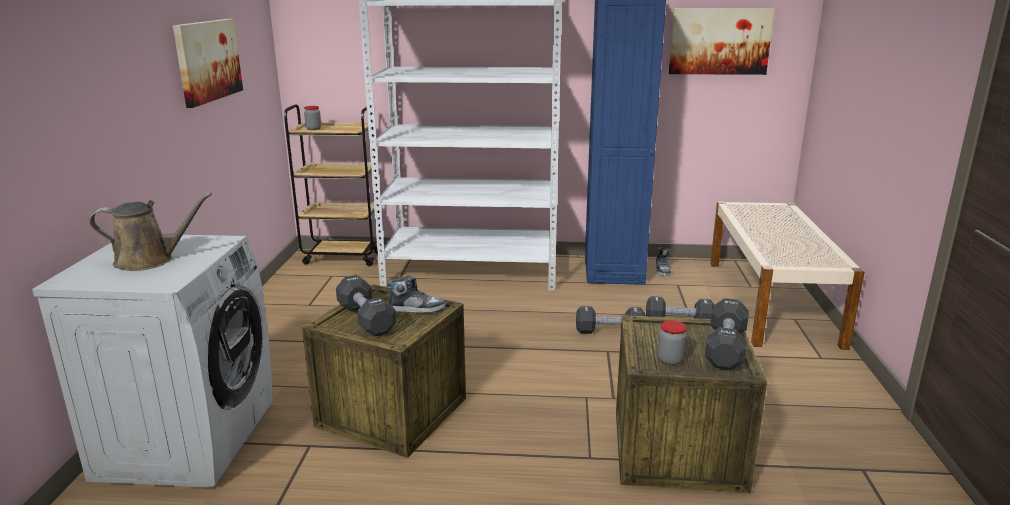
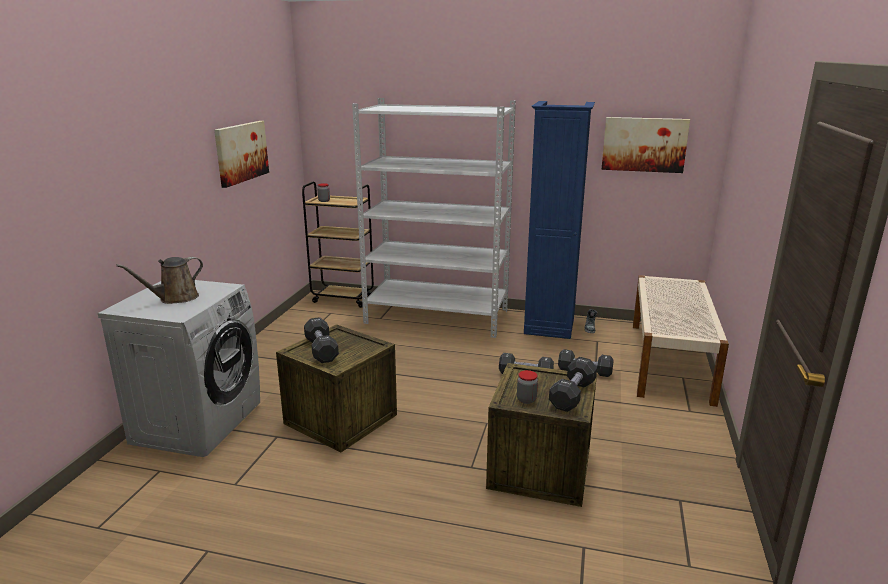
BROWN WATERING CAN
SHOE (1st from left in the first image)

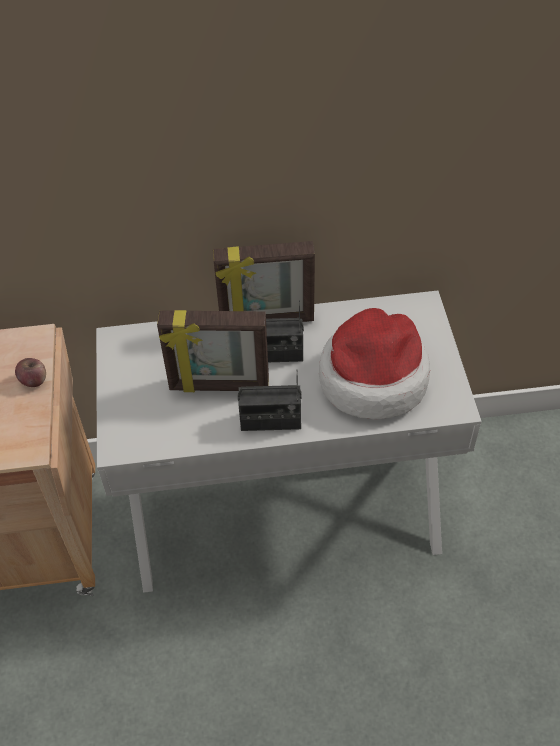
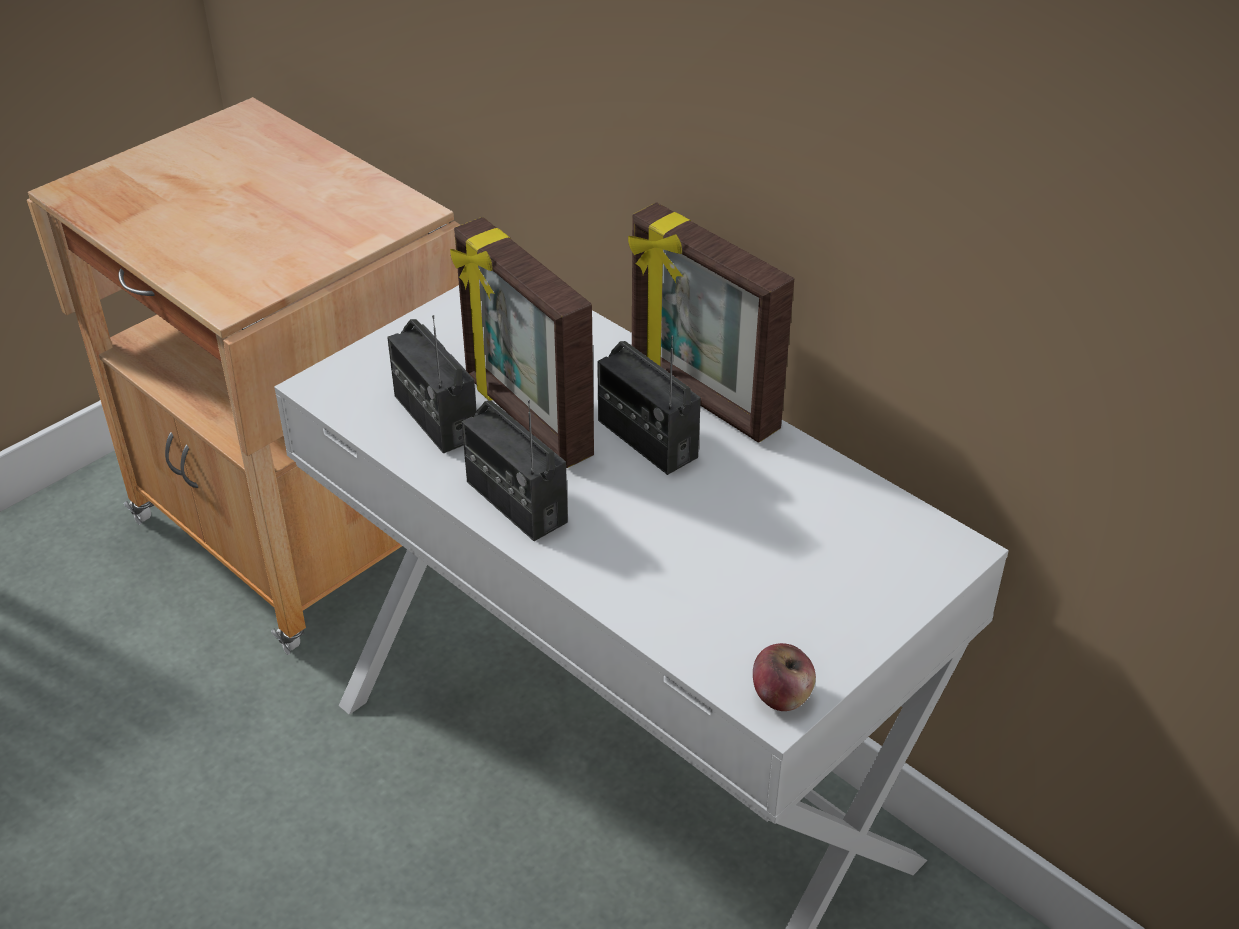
HAT
APPLE
RADIO (1st from left)

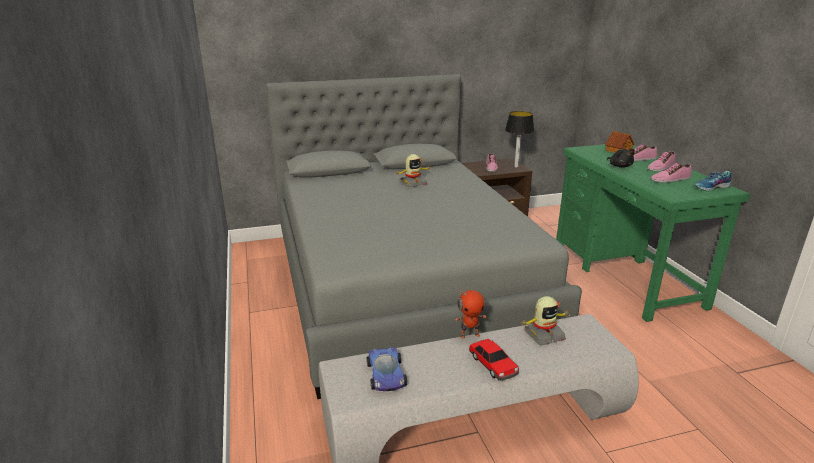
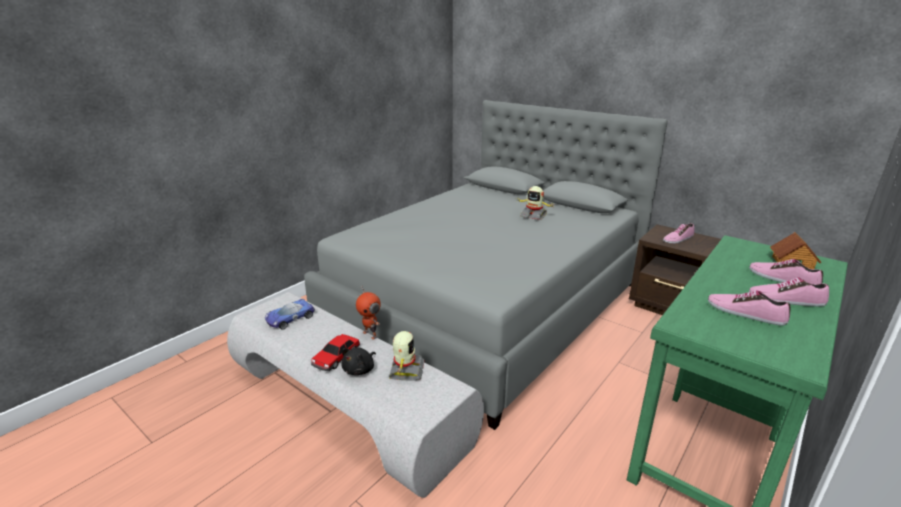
TABLE LAMP
BLACK PLUSH TOY
SHOE (5th from left in the first image)
TOY ROBOT (2nd from left)

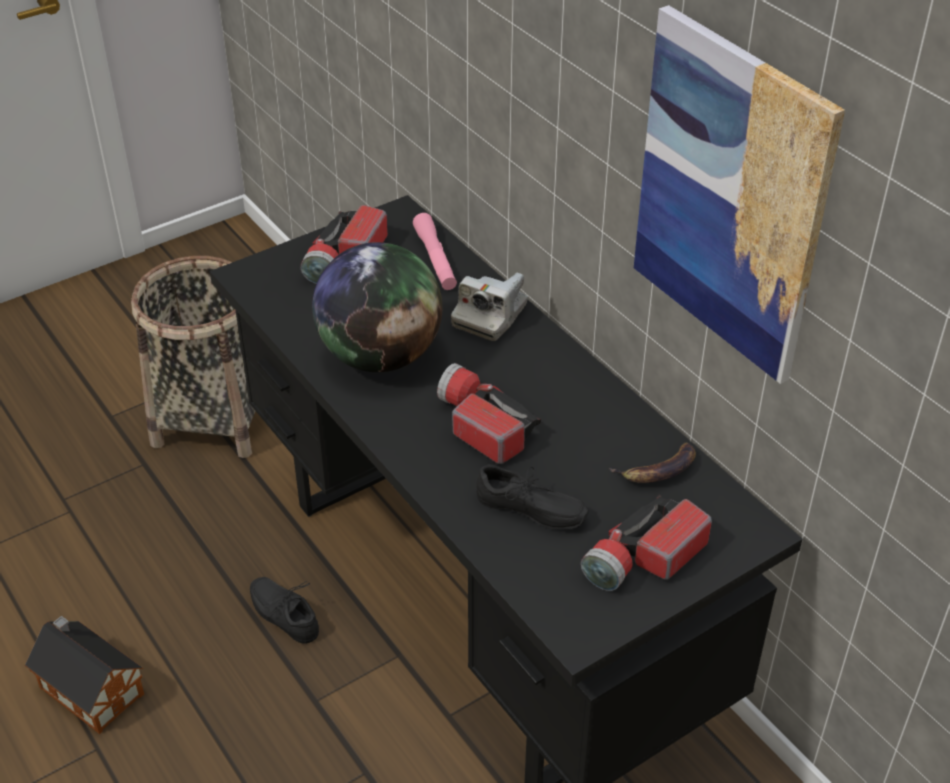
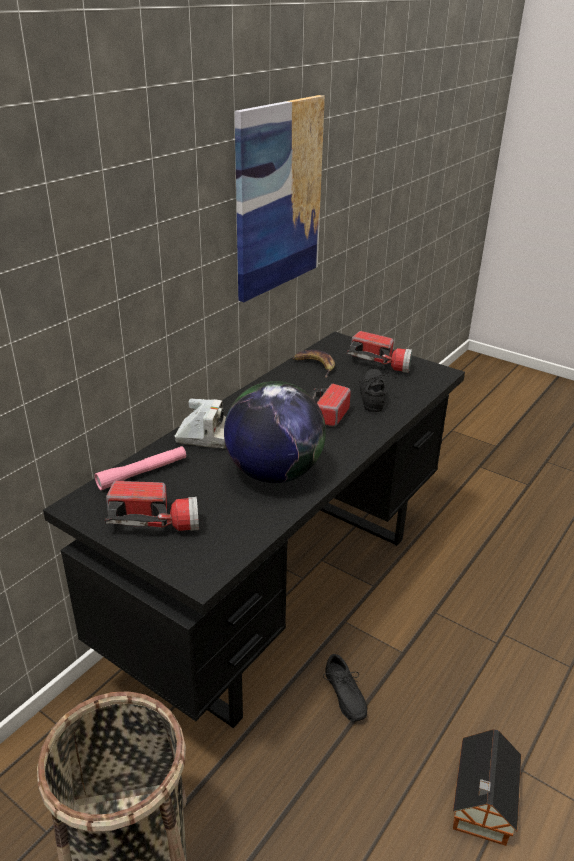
BLACK SHOE (1st from left)

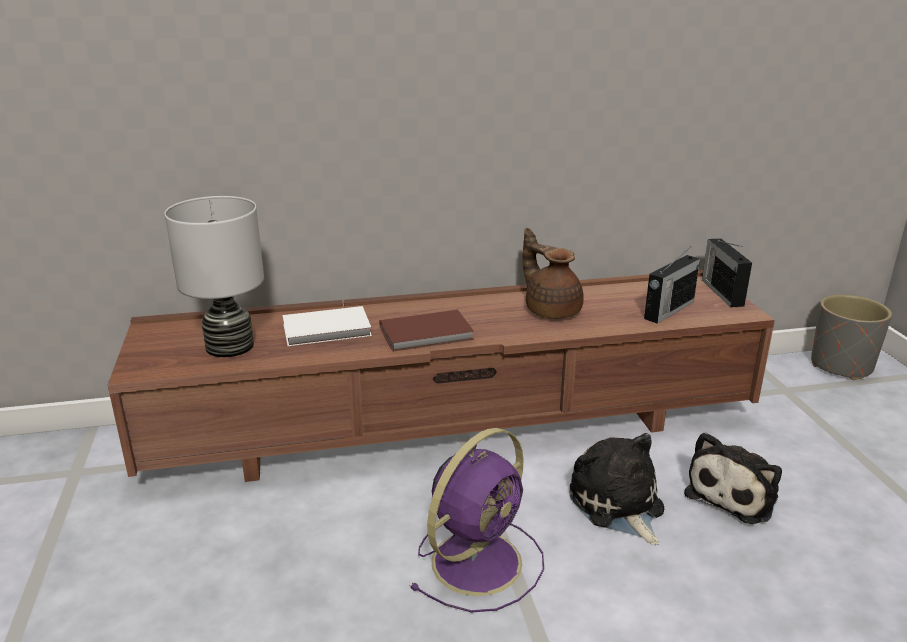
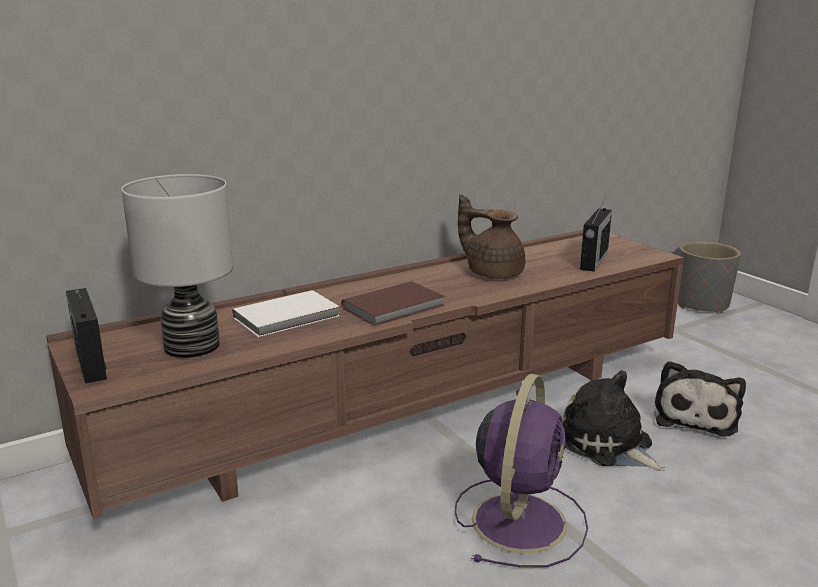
RADIO (1st from left)

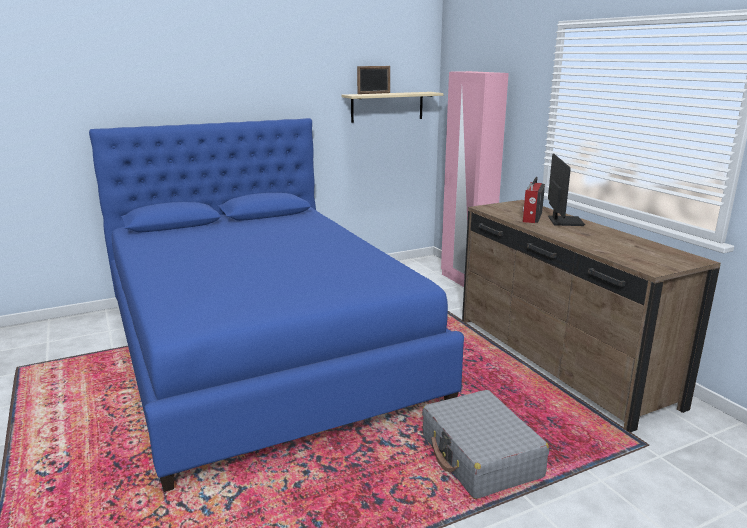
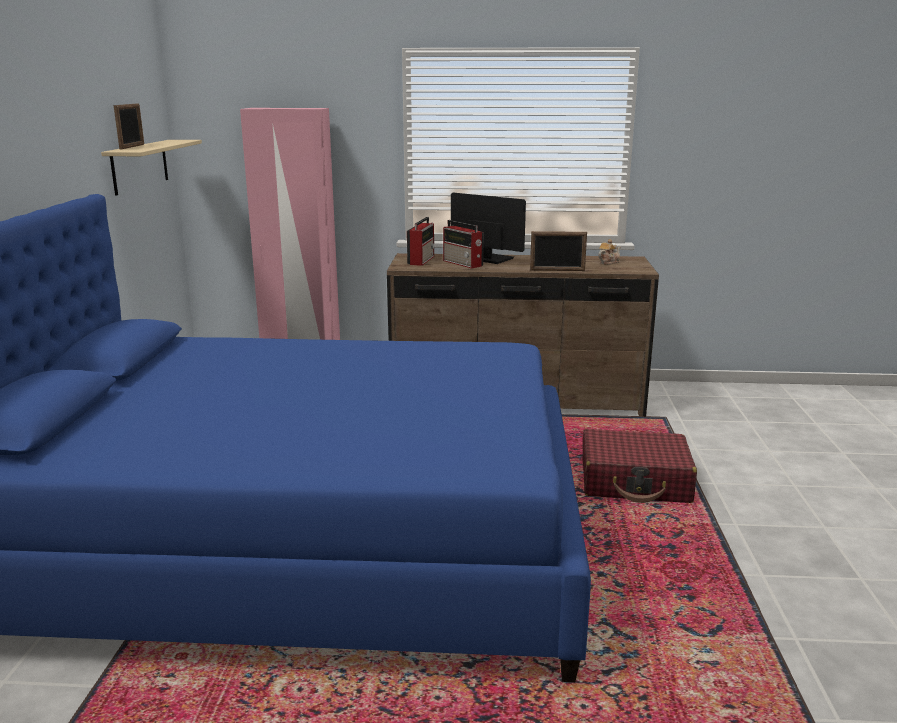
RED SUITCASE
RADIO (1st from left)
PICTURE FRAME (2nd from left)
TEAPOT

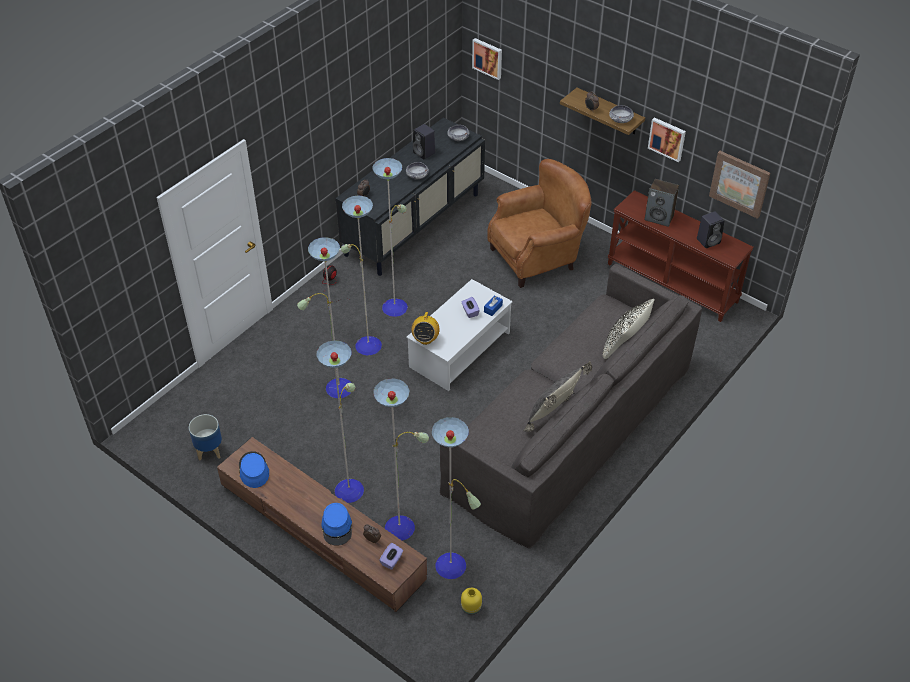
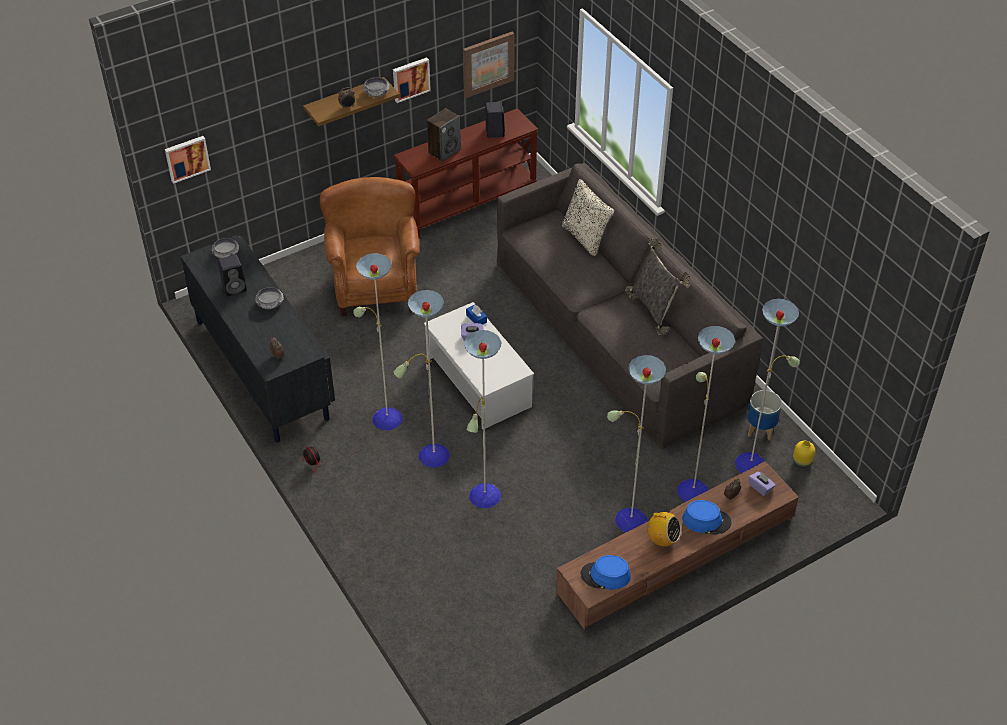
RADIO
PLANTER

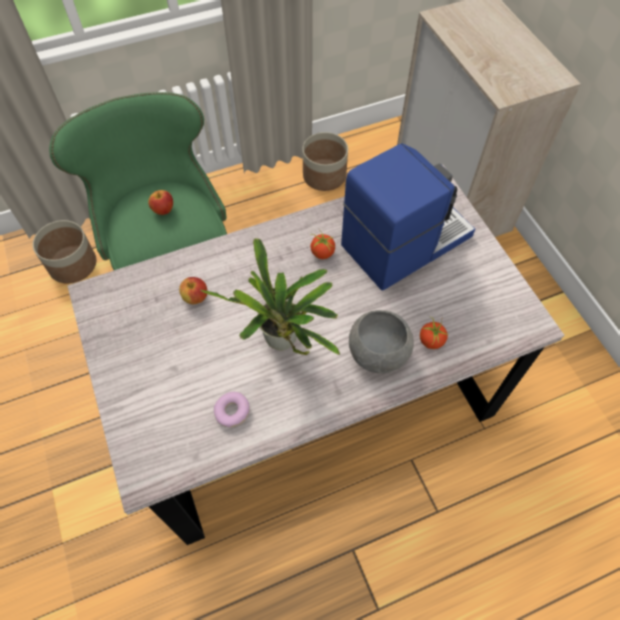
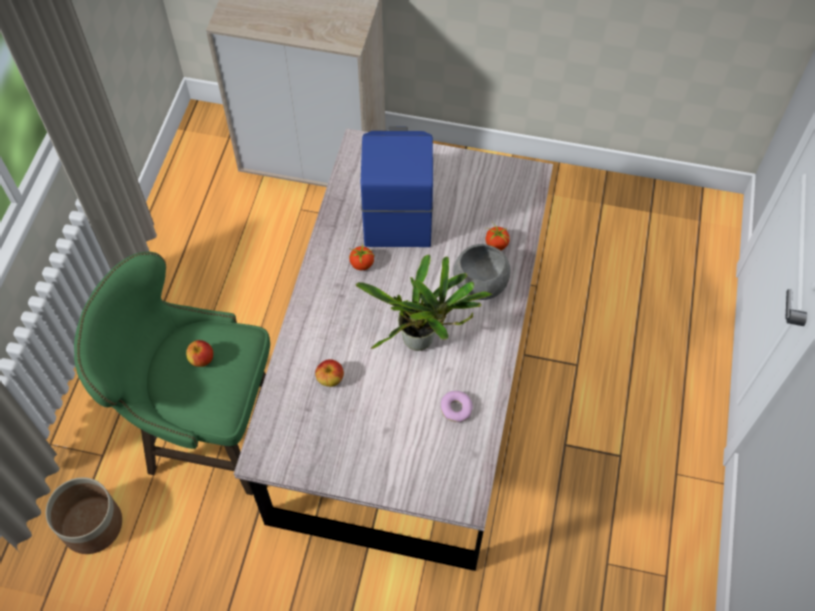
PLANTER (2nd from left in the first image)

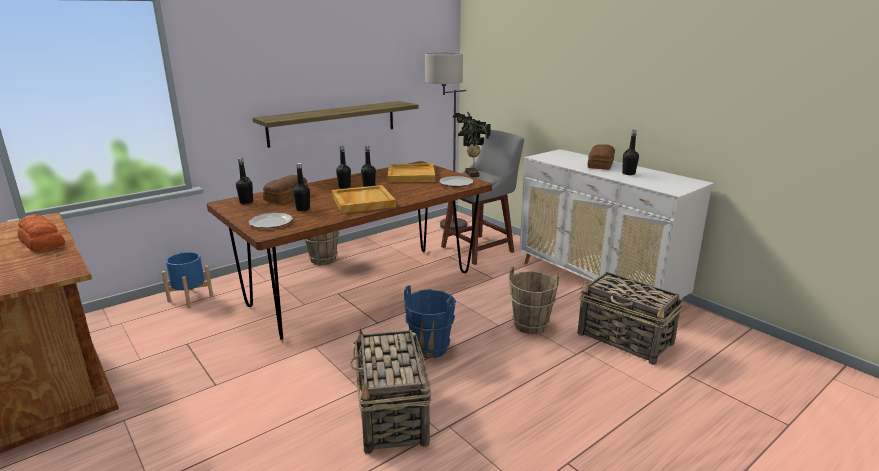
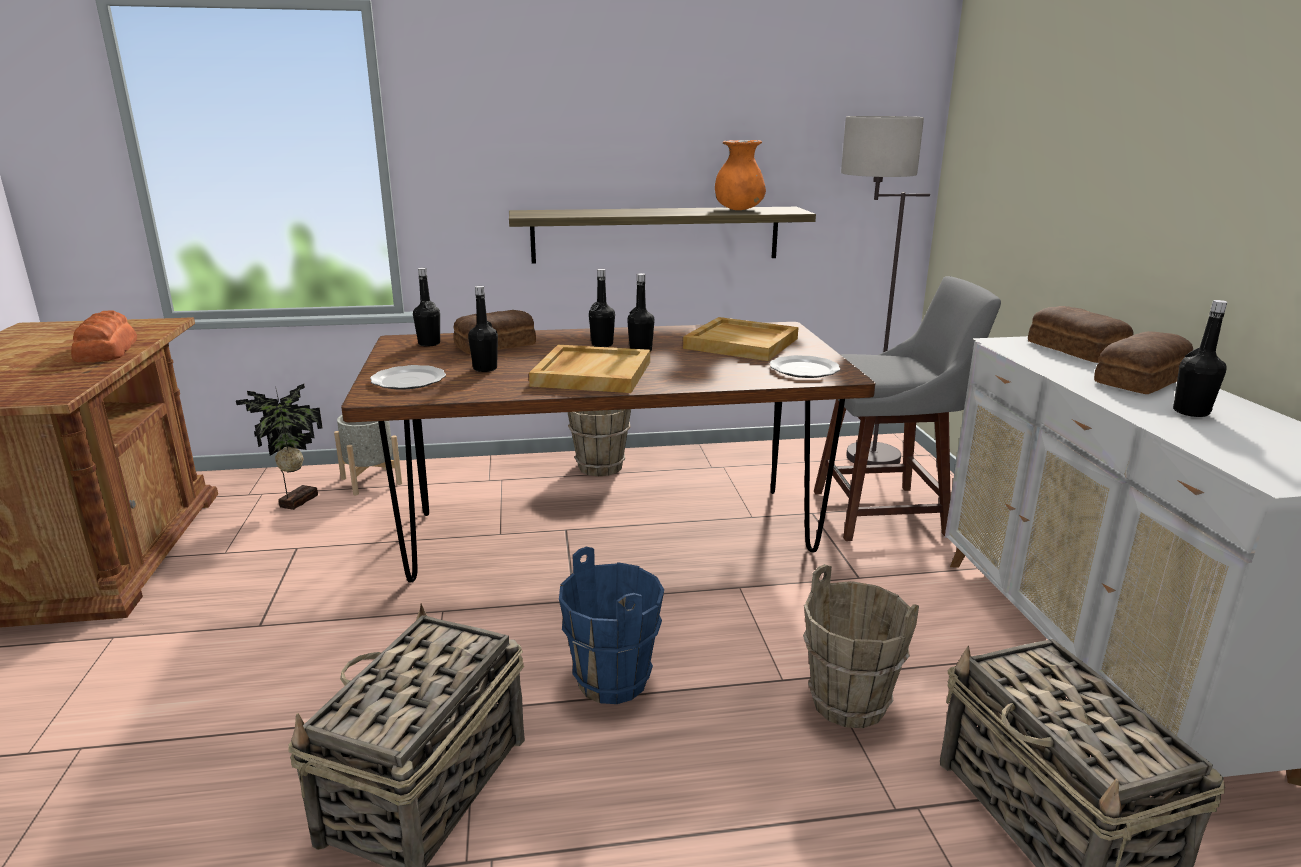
POTTED PLANT
GREY PLANTER
ORANGE VASE
BREAD (3rd from left)

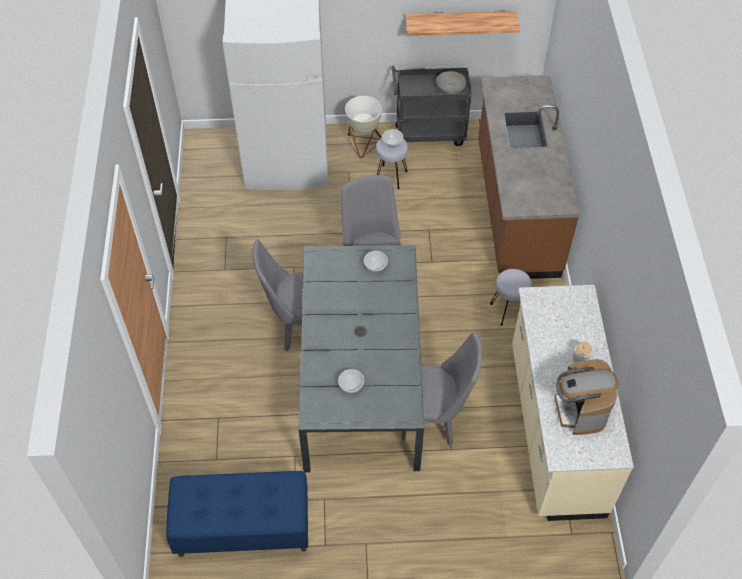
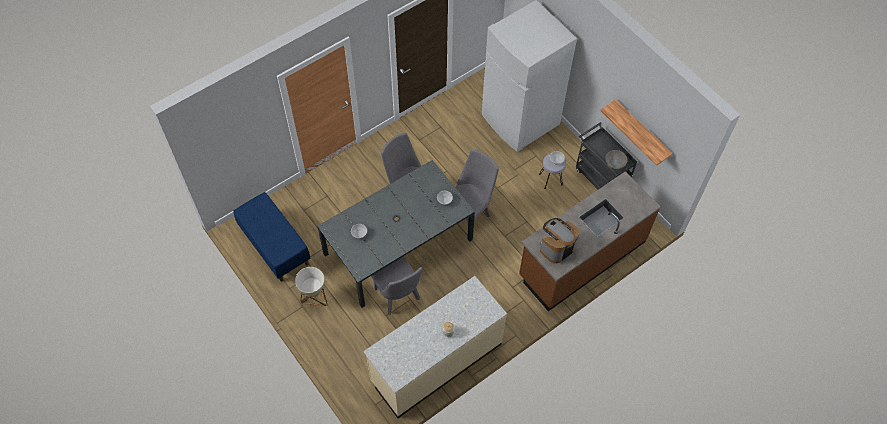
PLANTER
GREY STOOL (2nd from left in the first image)
COFFEE MACHINE

